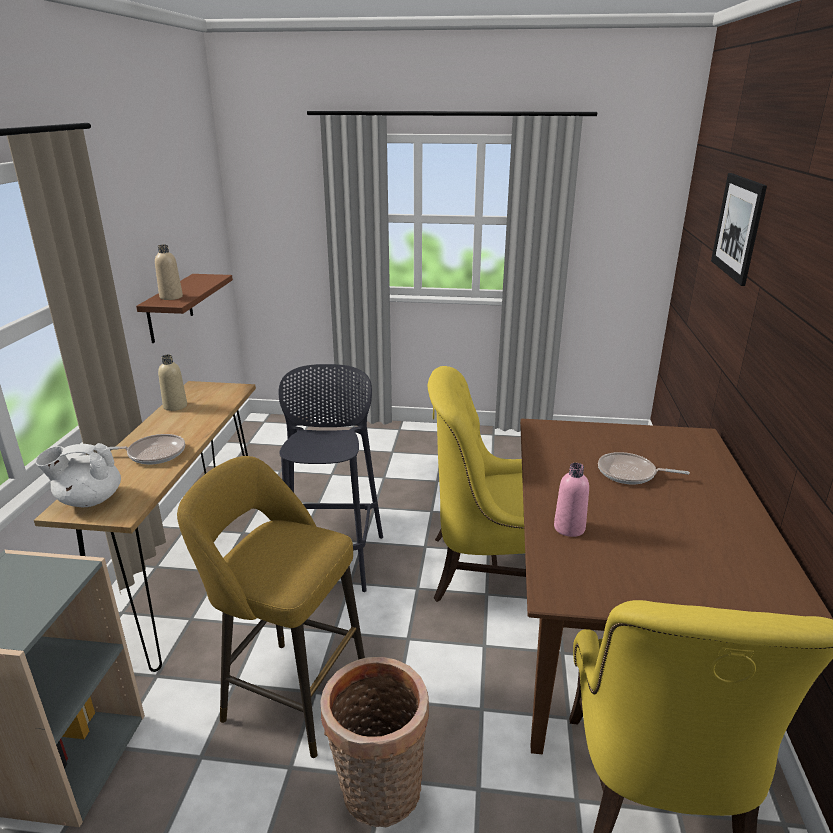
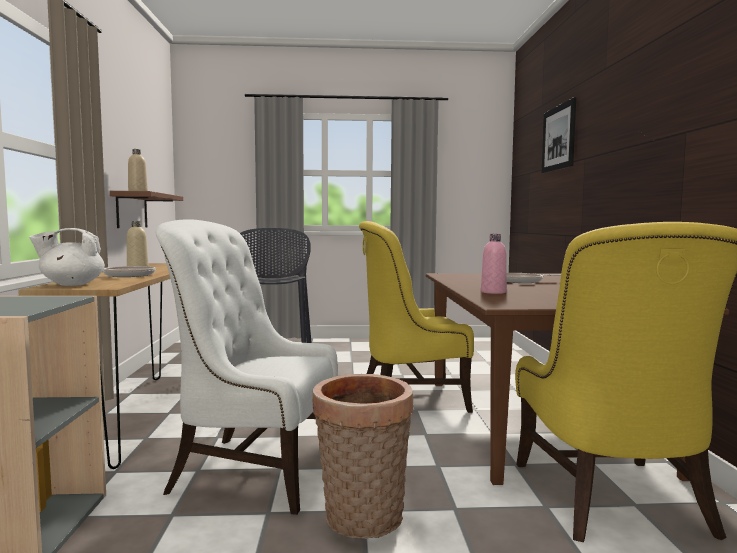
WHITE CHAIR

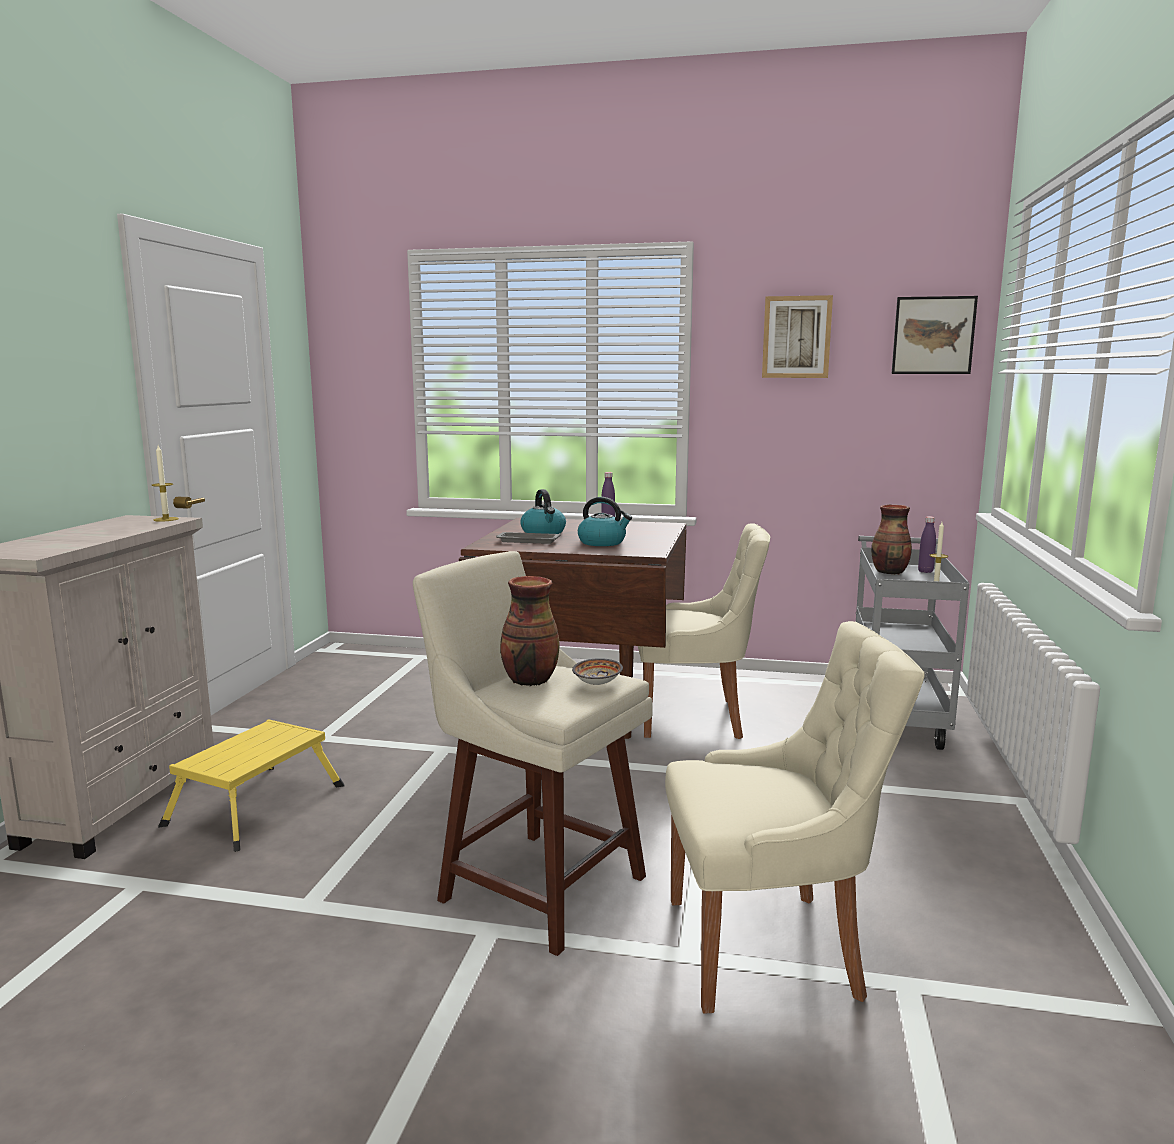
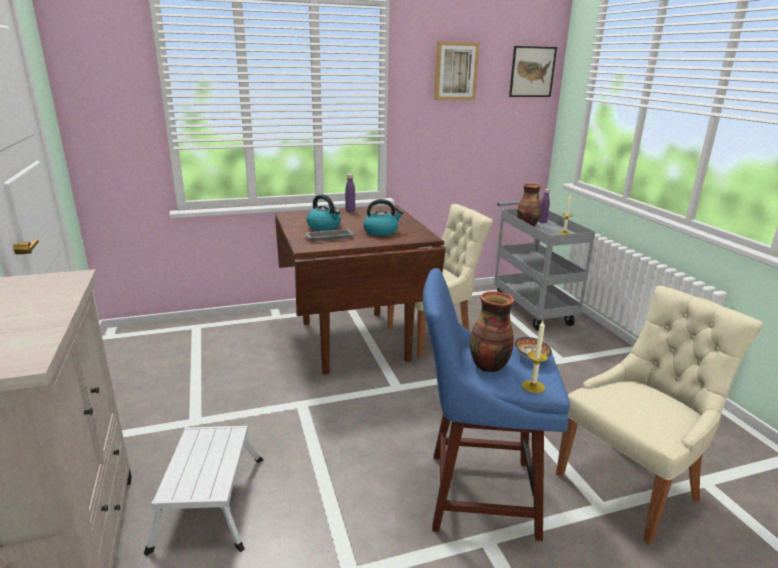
CANDLE (1st from left)
BLUE STOOL
WHITE STEP LADDER

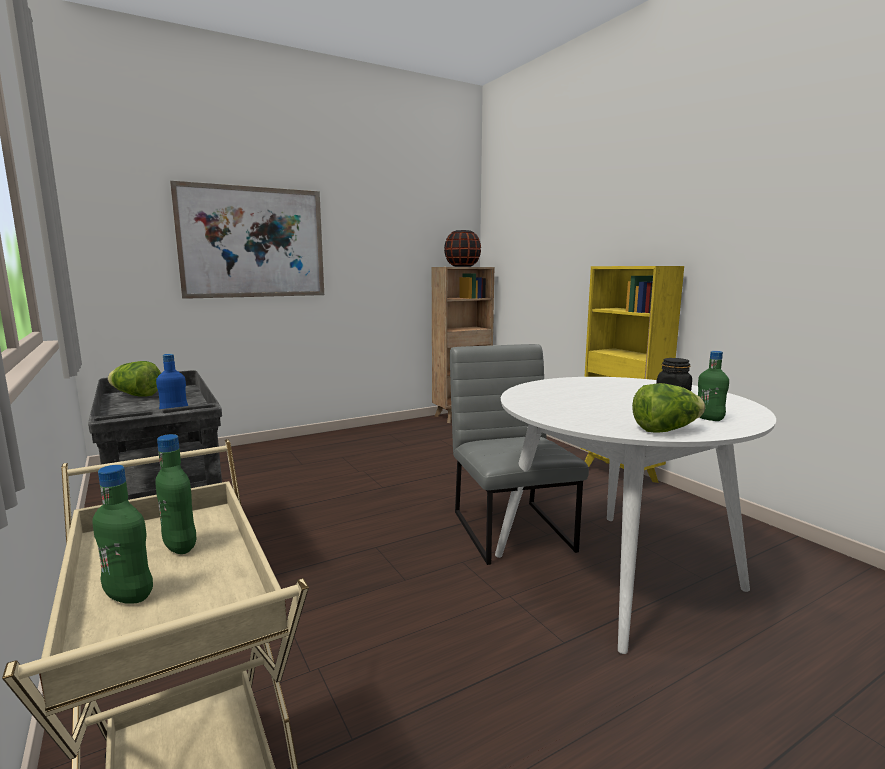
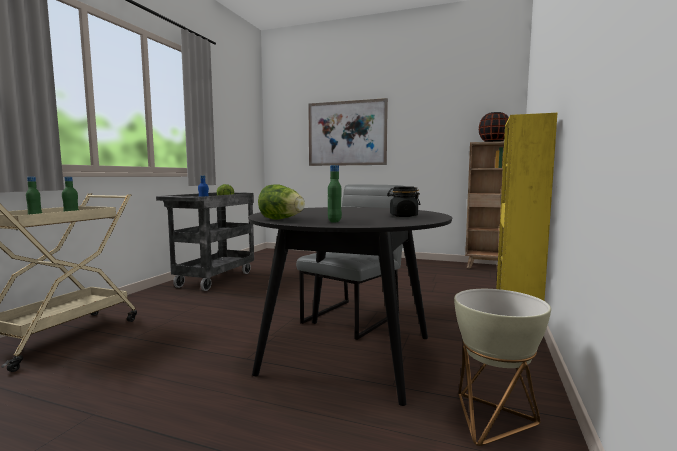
BLACK DINING TABLE
PLANTER

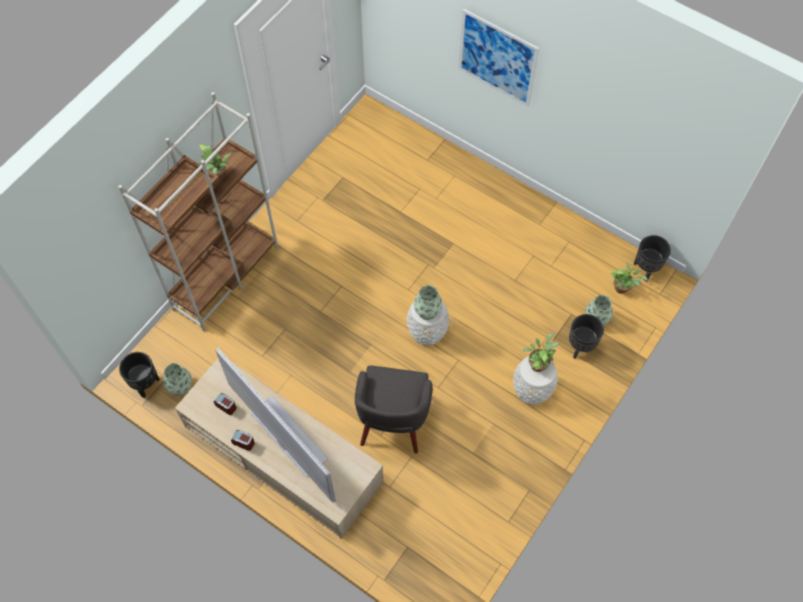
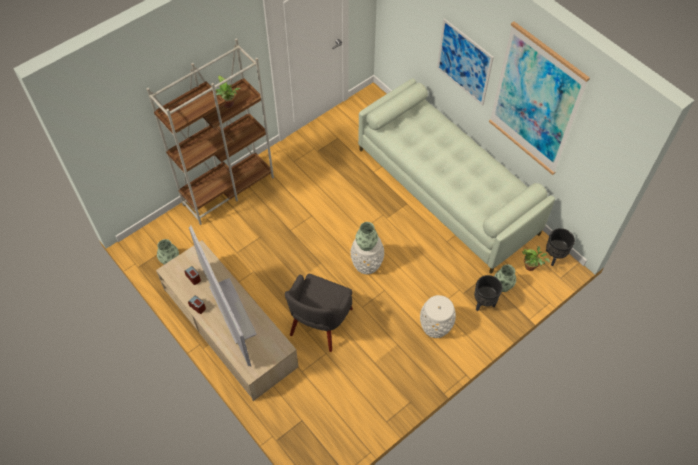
POTTED PLANT (2nd from left in the first image)
BLACK PLANTER (1st from left in the first image)
PICTURE (2nd from left)
WHITE SOFA

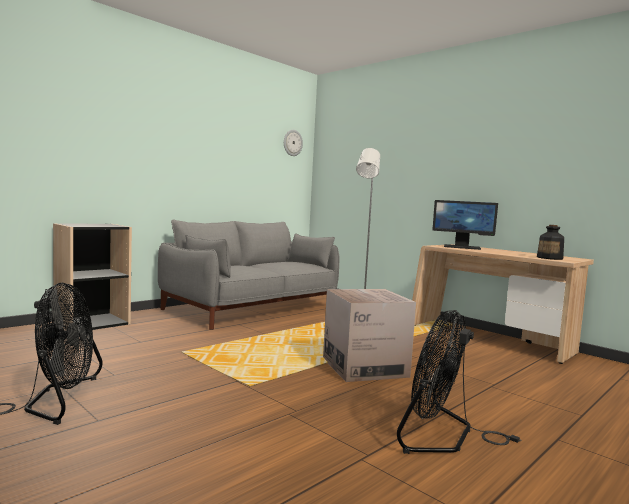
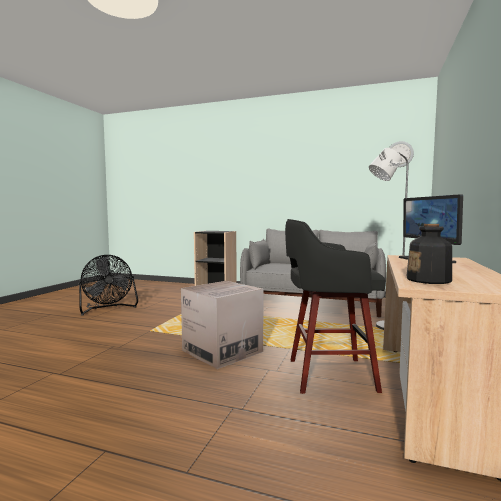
BLACK FAN (2nd from left in the first image)
BLACK STOOL

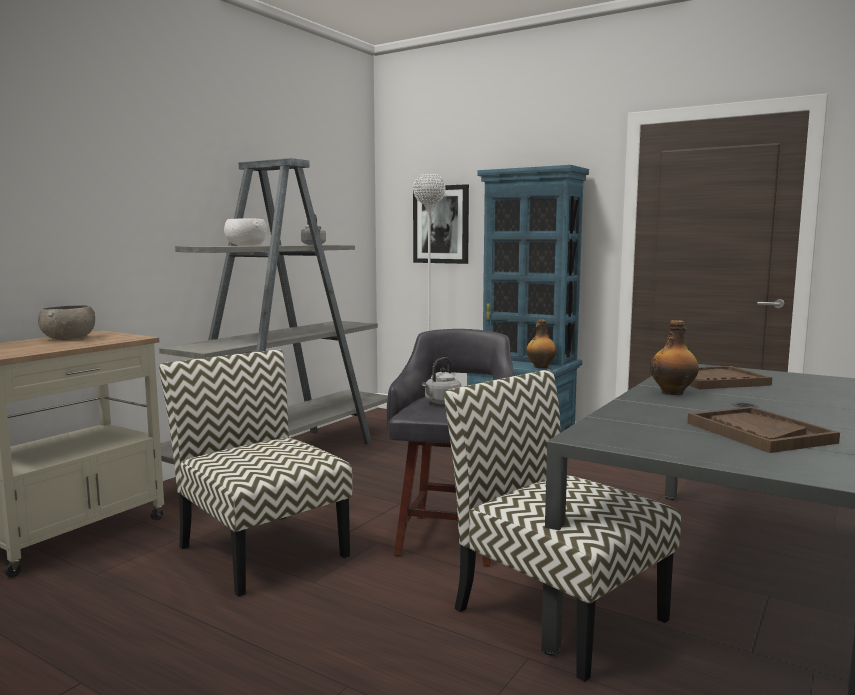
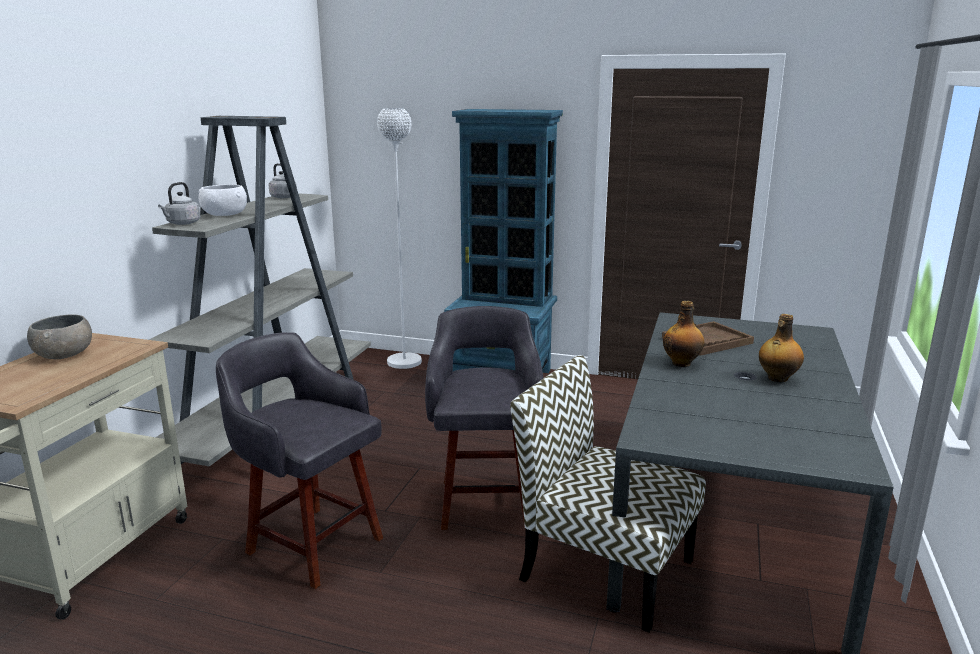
PICTURE
BOTTLE (2nd from left)
GREY STOOL (1st from left)
GREY KETTLE (1st from left)
BROWN TRAY (2nd from left in the first image)

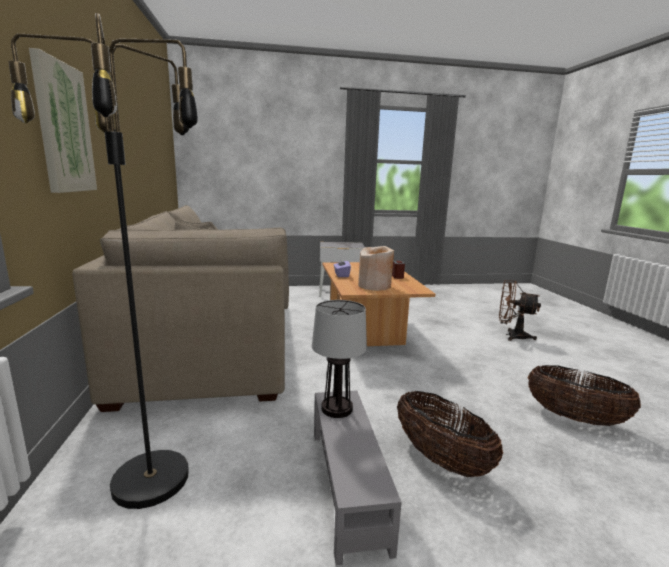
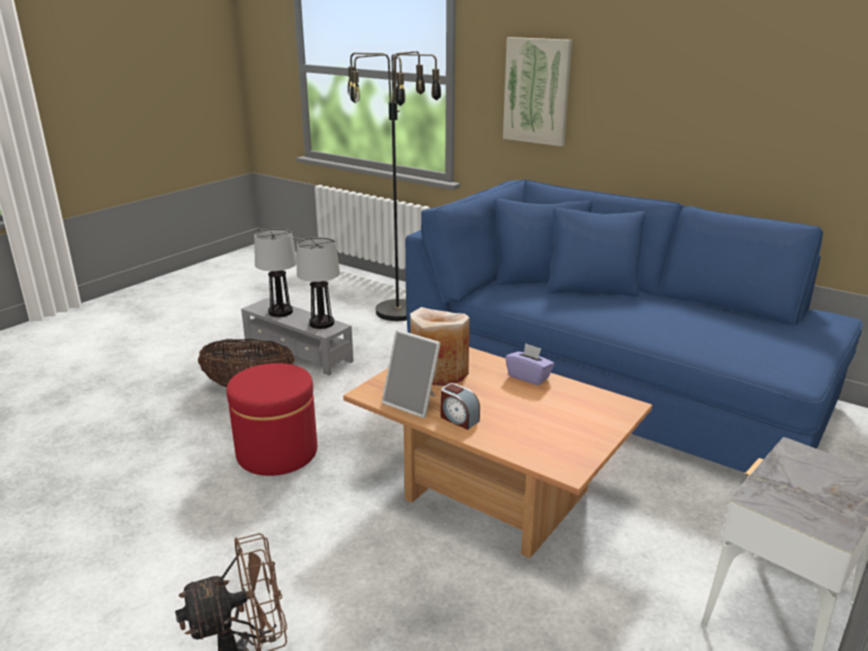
BLUE SOFA
BASKET (2nd from left in the first image)
TABLE LAMP (1st from left)
PICTURE FRAME
RED OTTOMAN

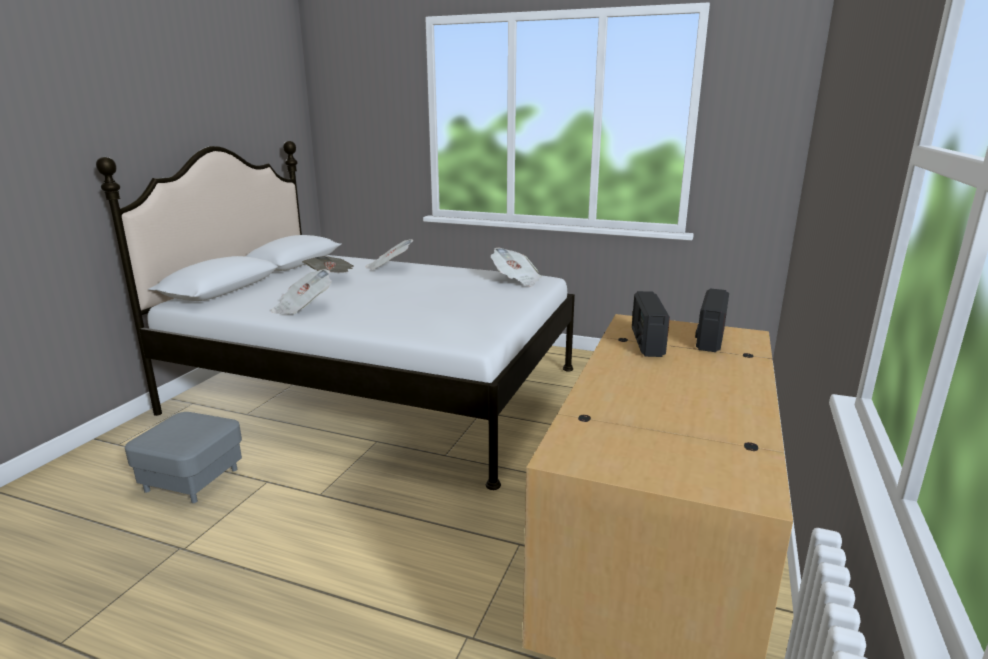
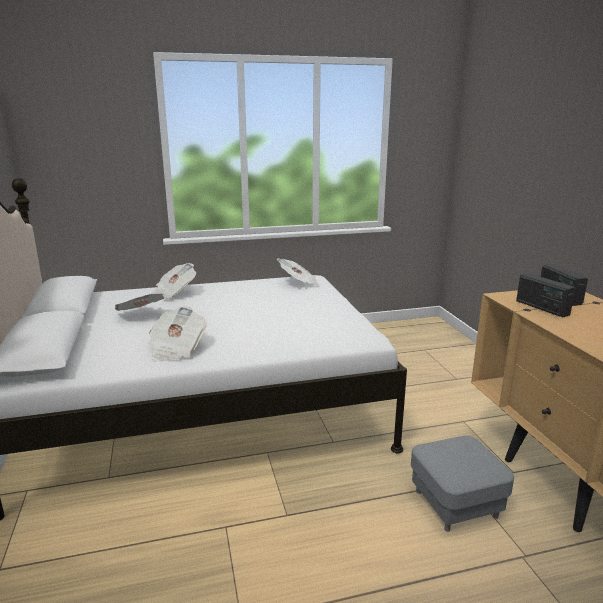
GREY OTTOMAN

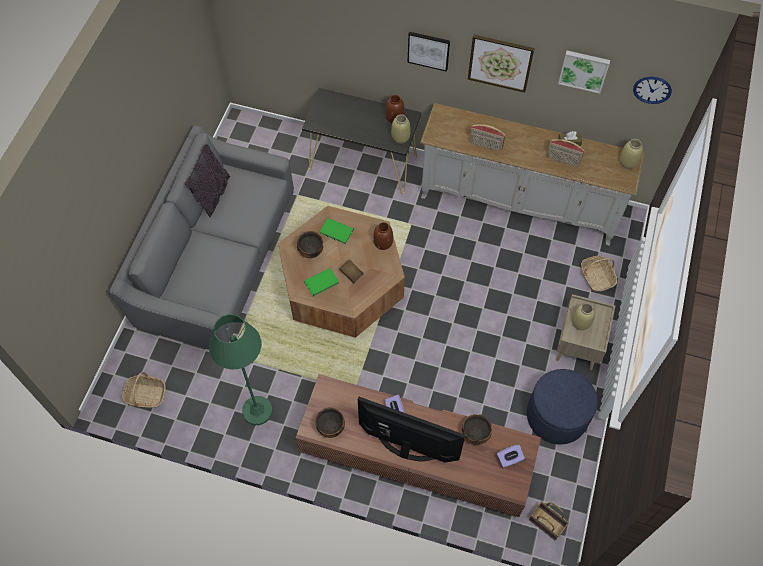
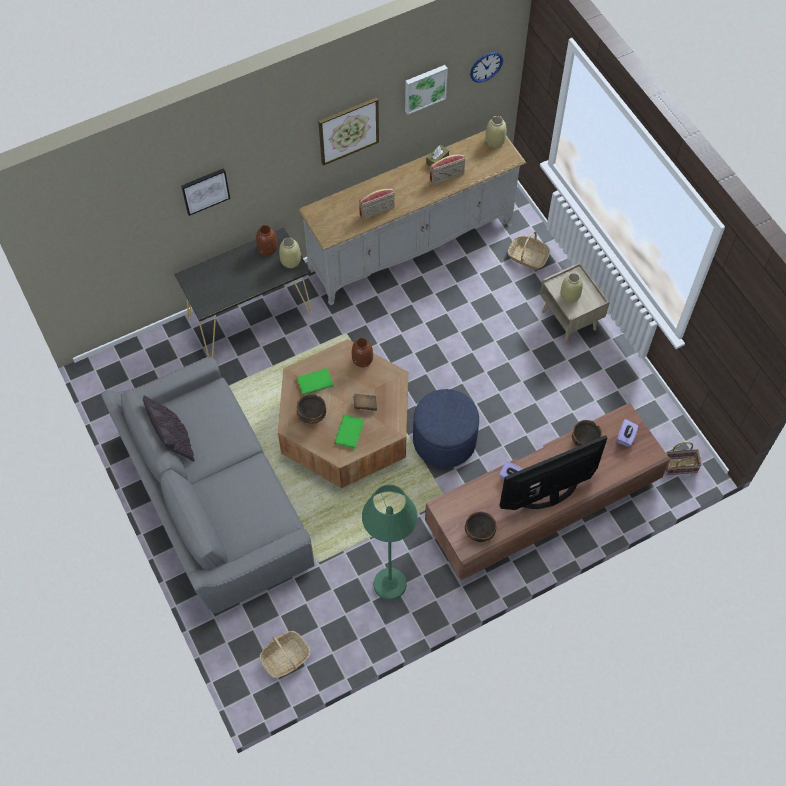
PICTURE (1st from left)
BLUE OTTOMAN

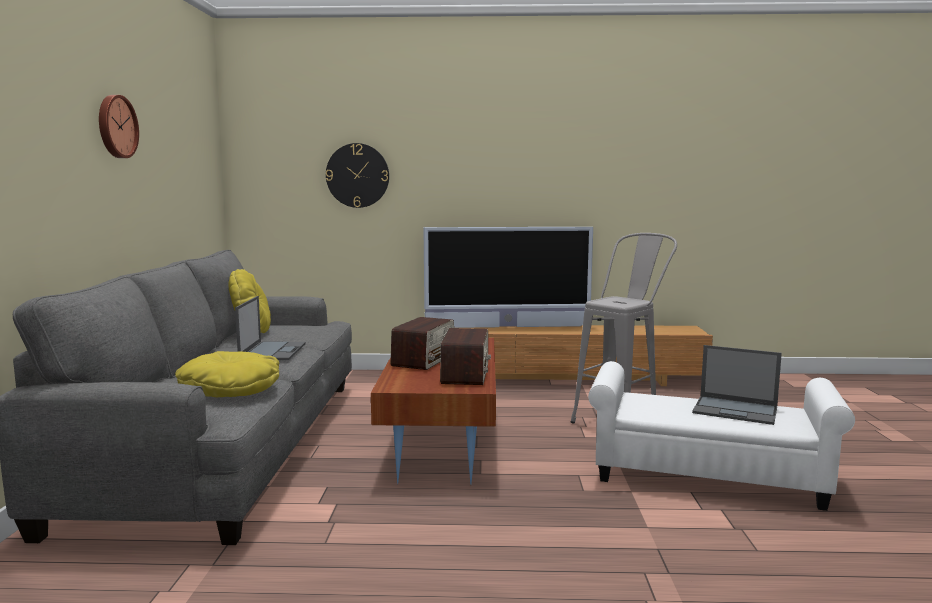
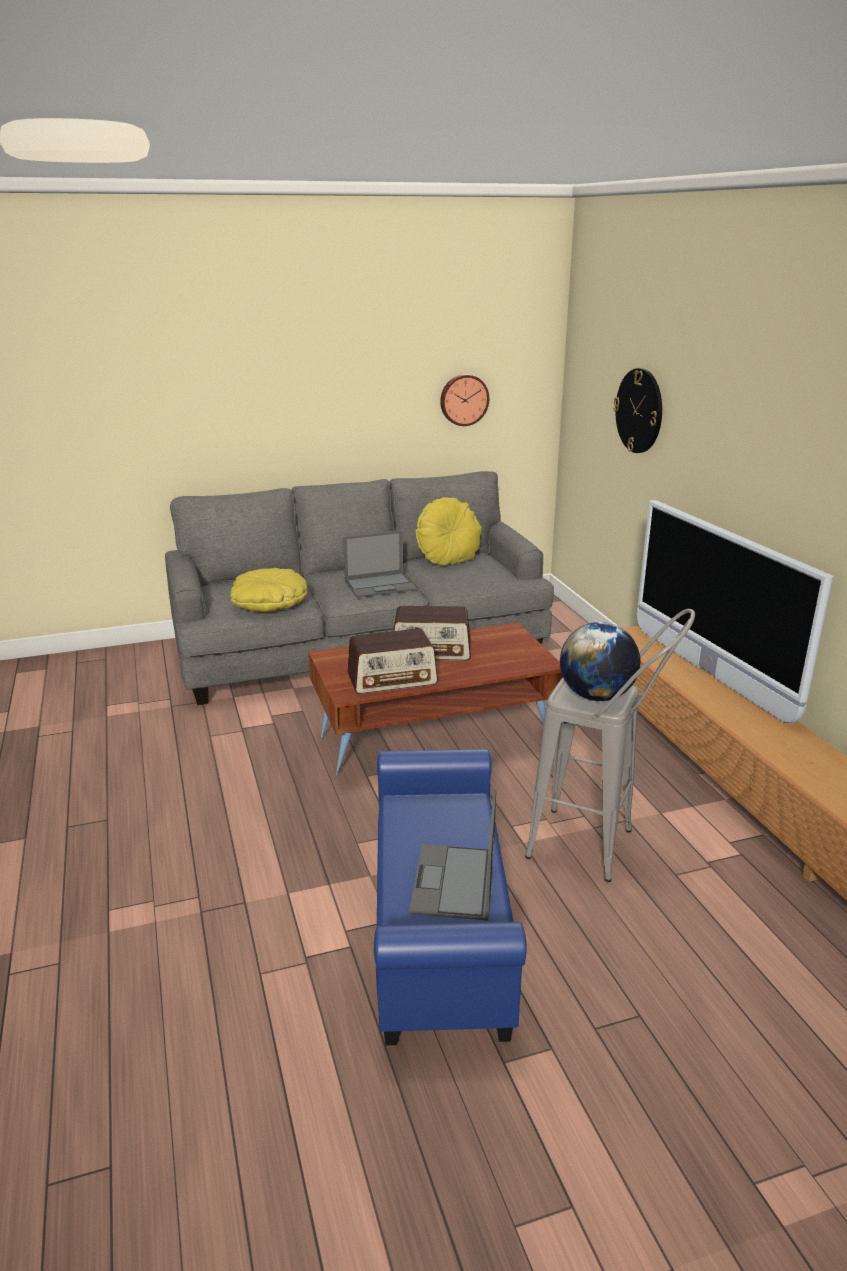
WALL CLOCK (1st from left)
BLUE OTTOMAN
GLOBE

